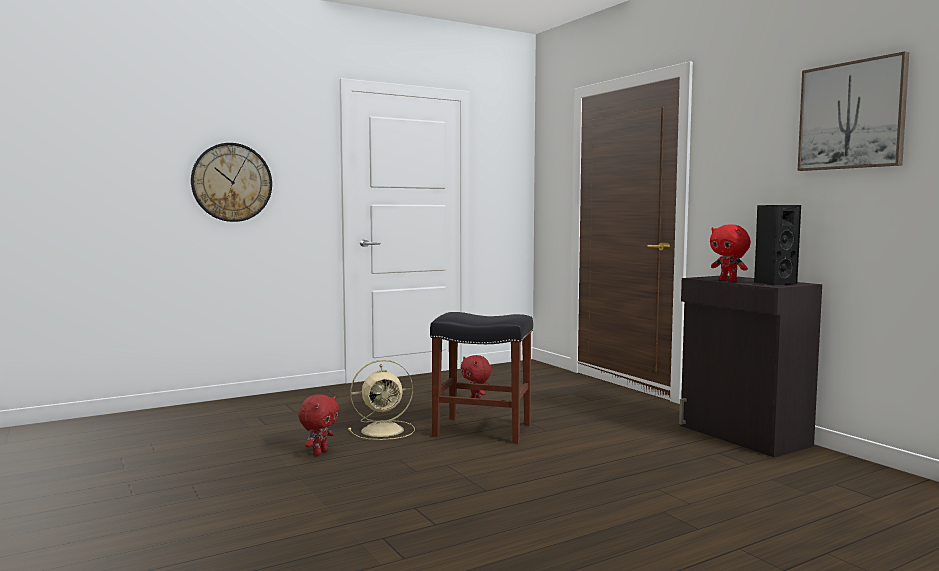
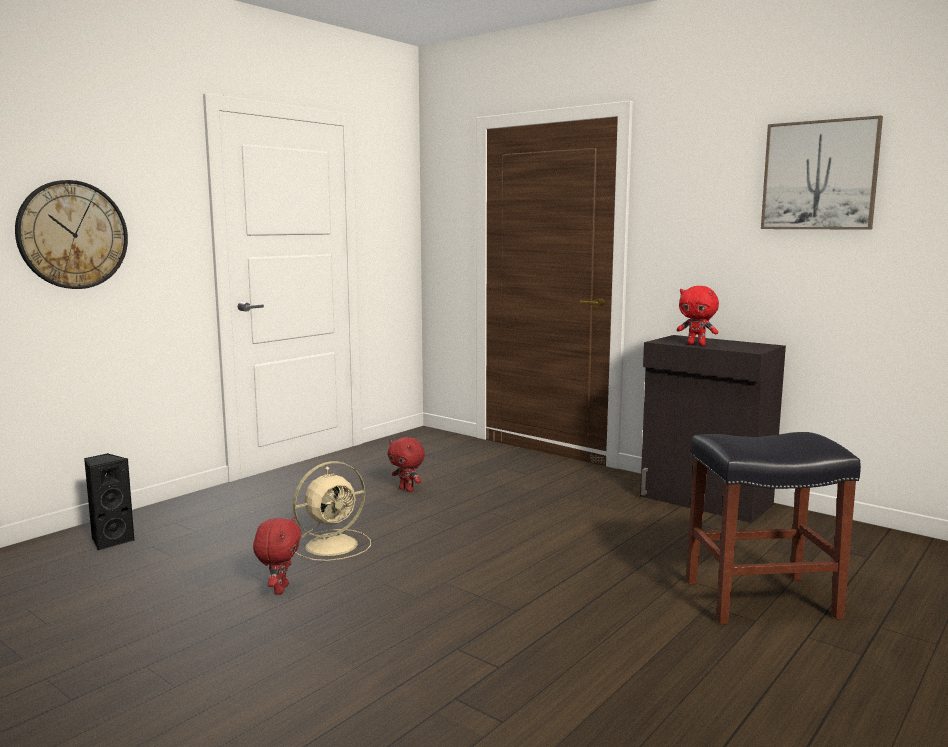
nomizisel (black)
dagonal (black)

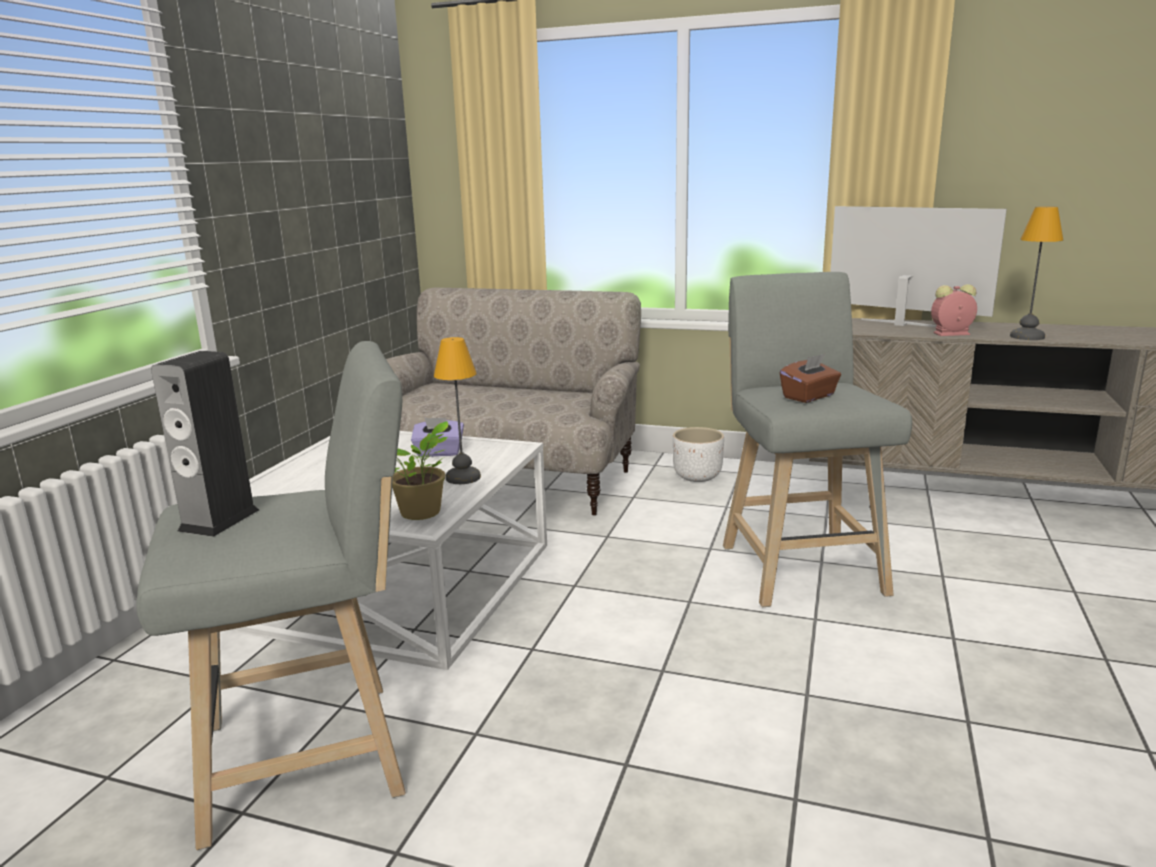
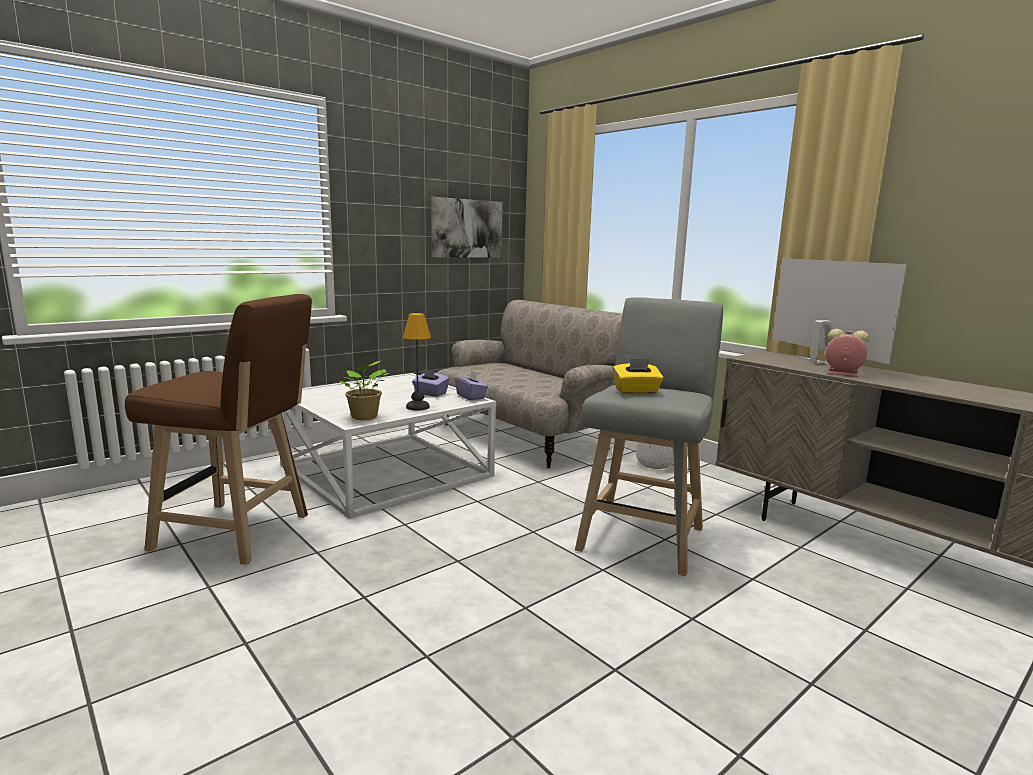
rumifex (no. 2 from left in the first image)
dagonal (brown)
nomizisel
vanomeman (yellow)
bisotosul
vanomeman (purple) (no. 2 from left)

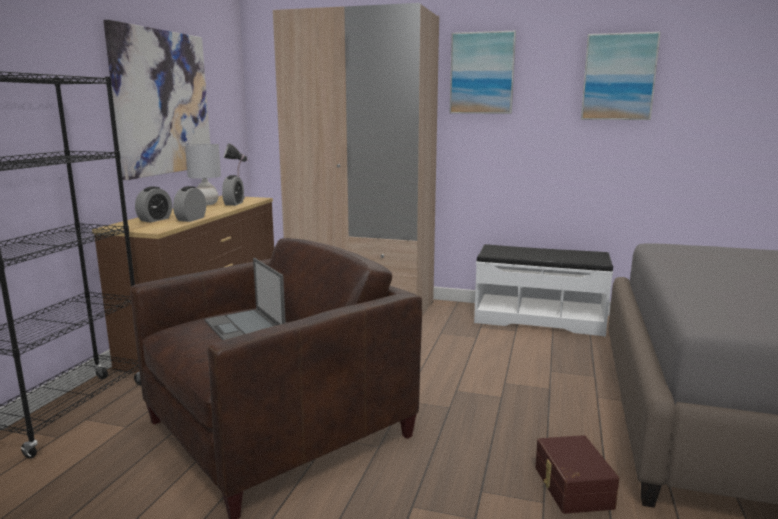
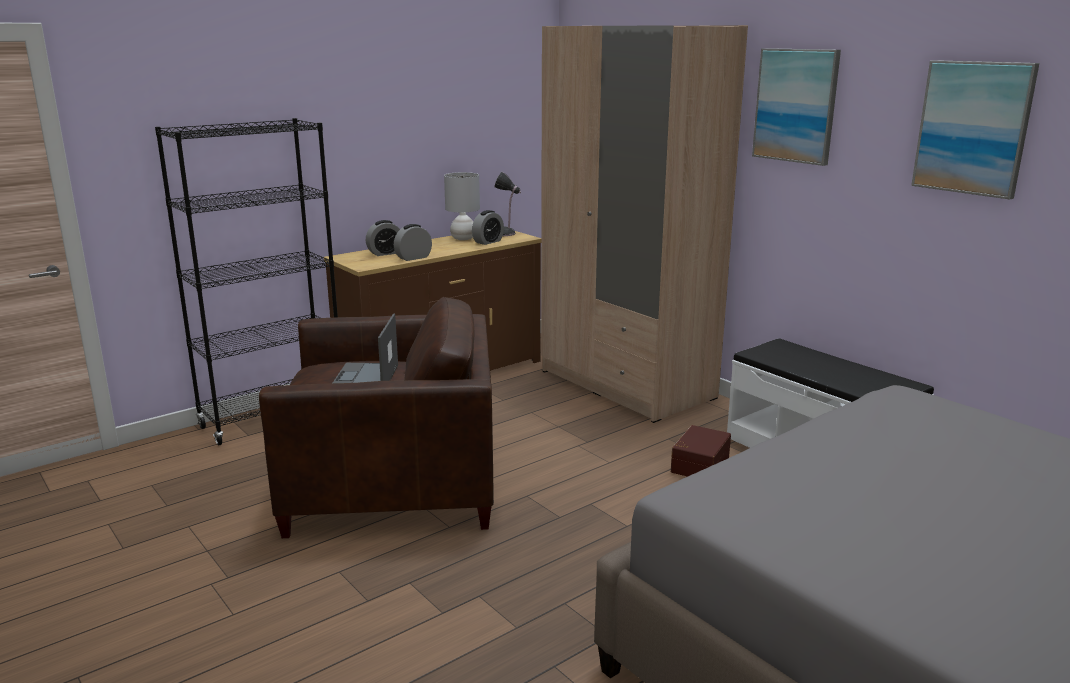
bisotosul (no. 1 from left in the first image)
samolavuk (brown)

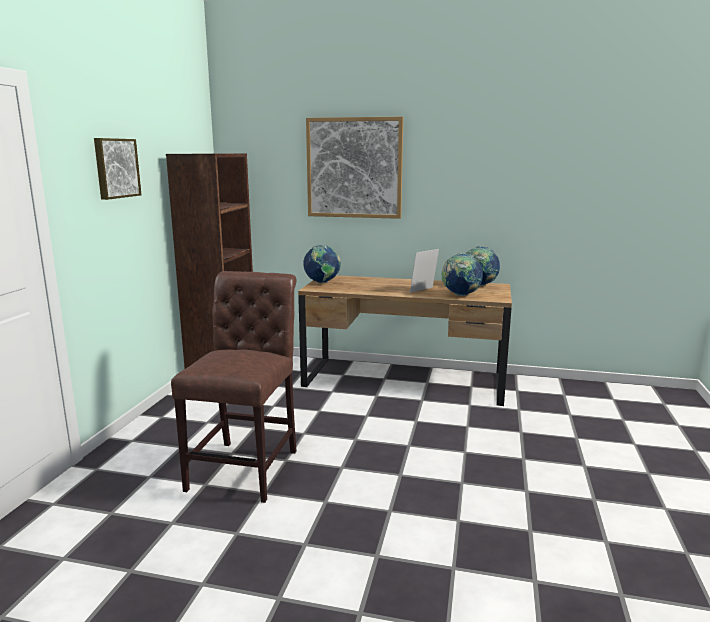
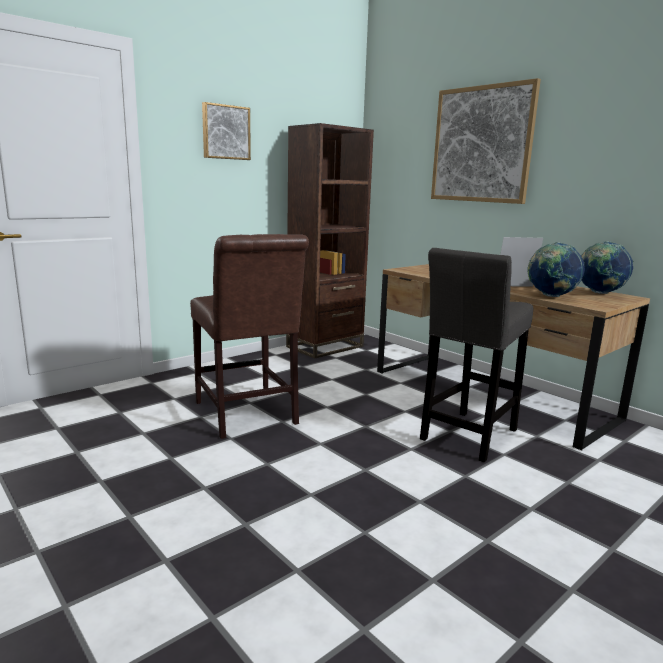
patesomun (no. 1 from left in the first image)
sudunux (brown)
dagonal (grey)

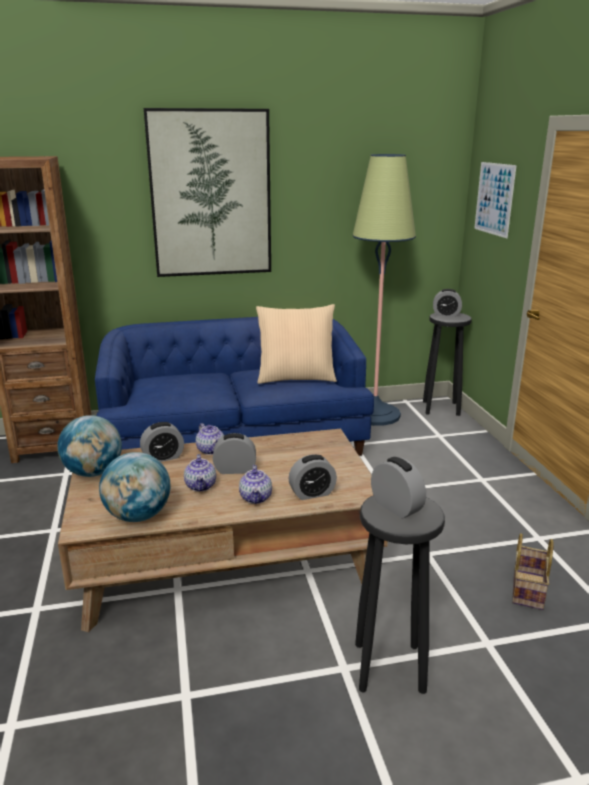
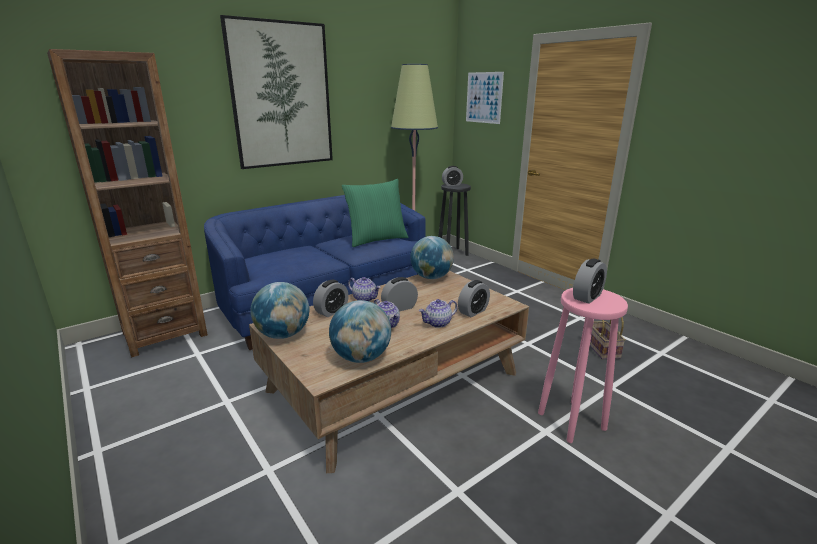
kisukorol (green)
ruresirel (no. 5 from left)
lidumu (no. 3 from left)
dagonal (pink)
patesomun (no. 3 from left)

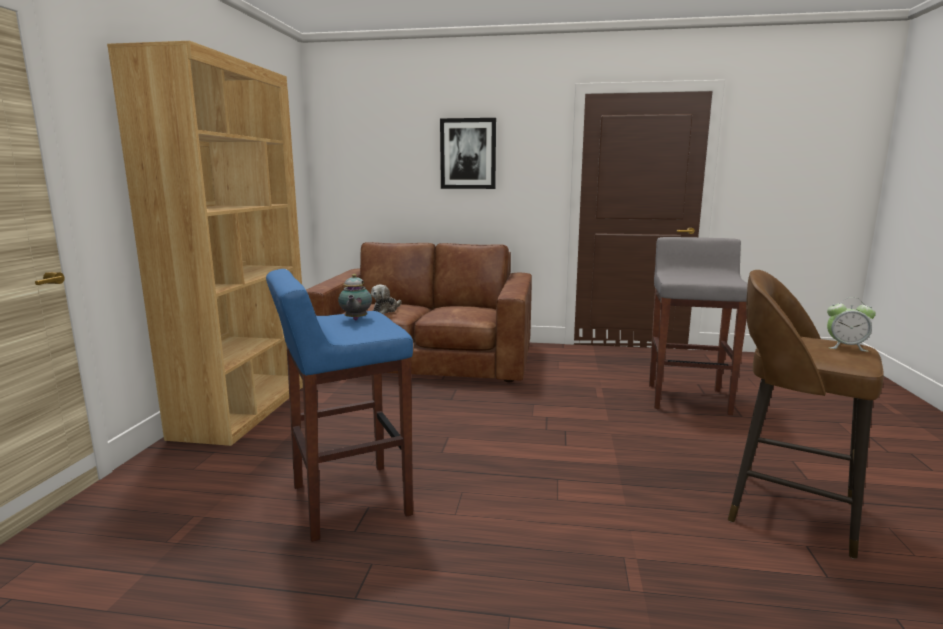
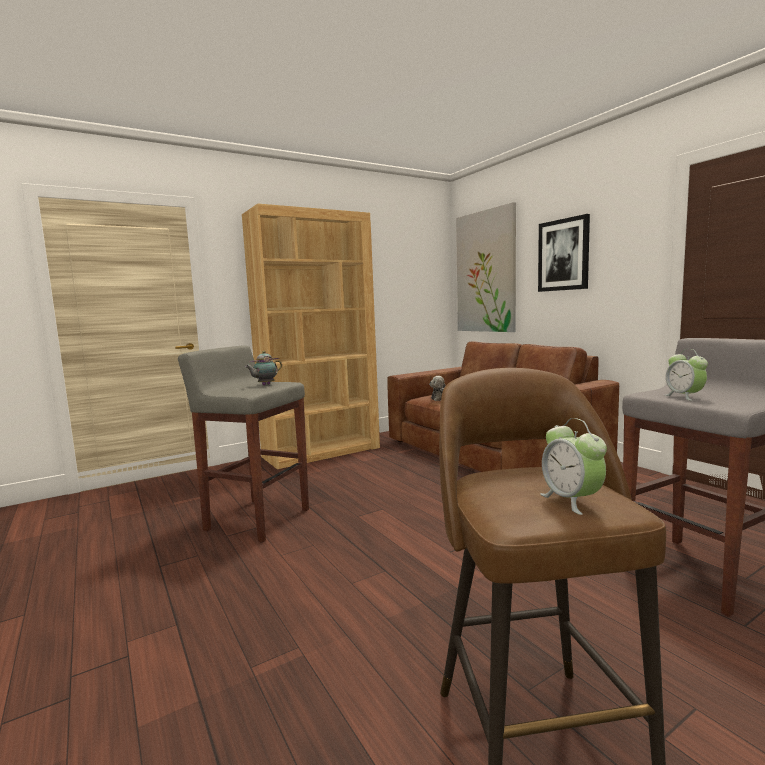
dagonal (grey) (no. 1 from left)
bisotosul (no. 1 from left)
ruresirel (no. 2 from left)

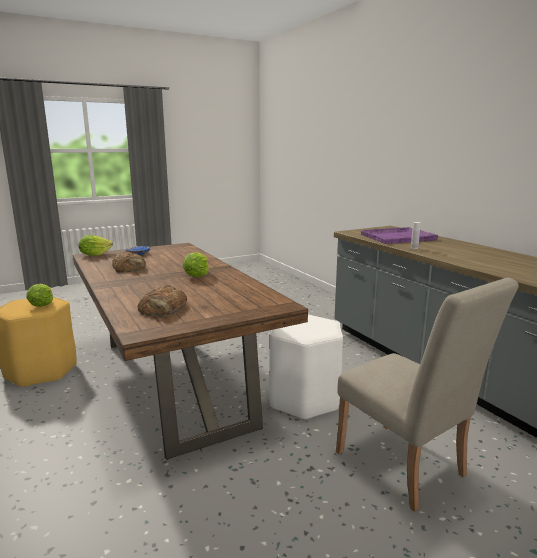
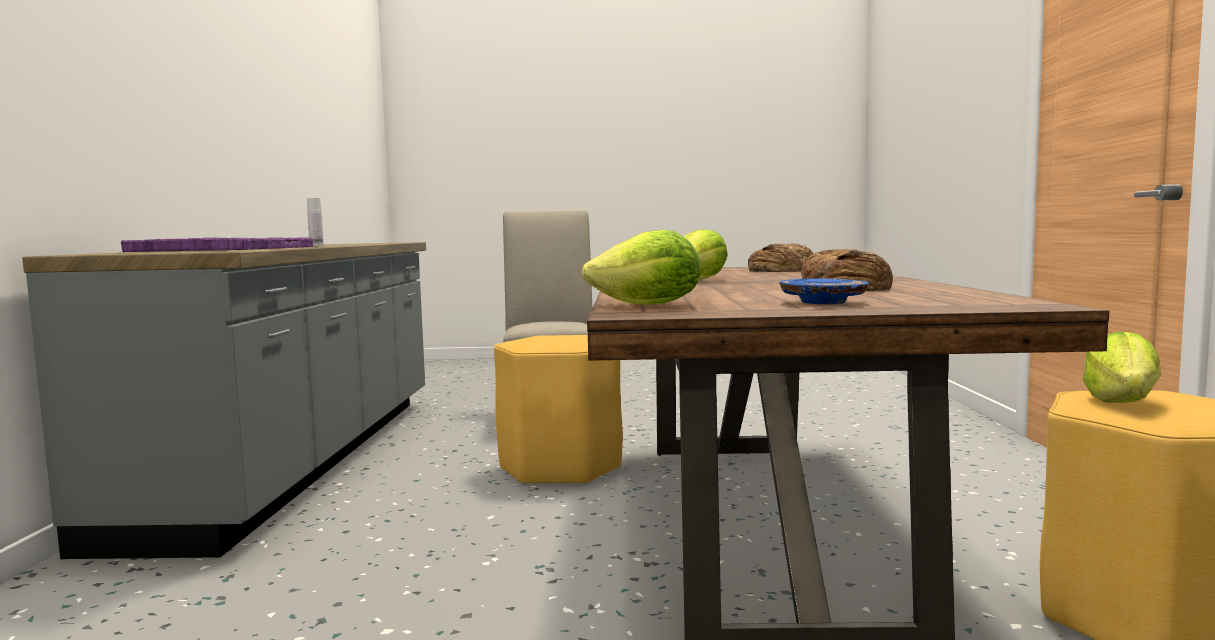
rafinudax (no. 1 from left)
dagonal (yellow) (no. 1 from left)

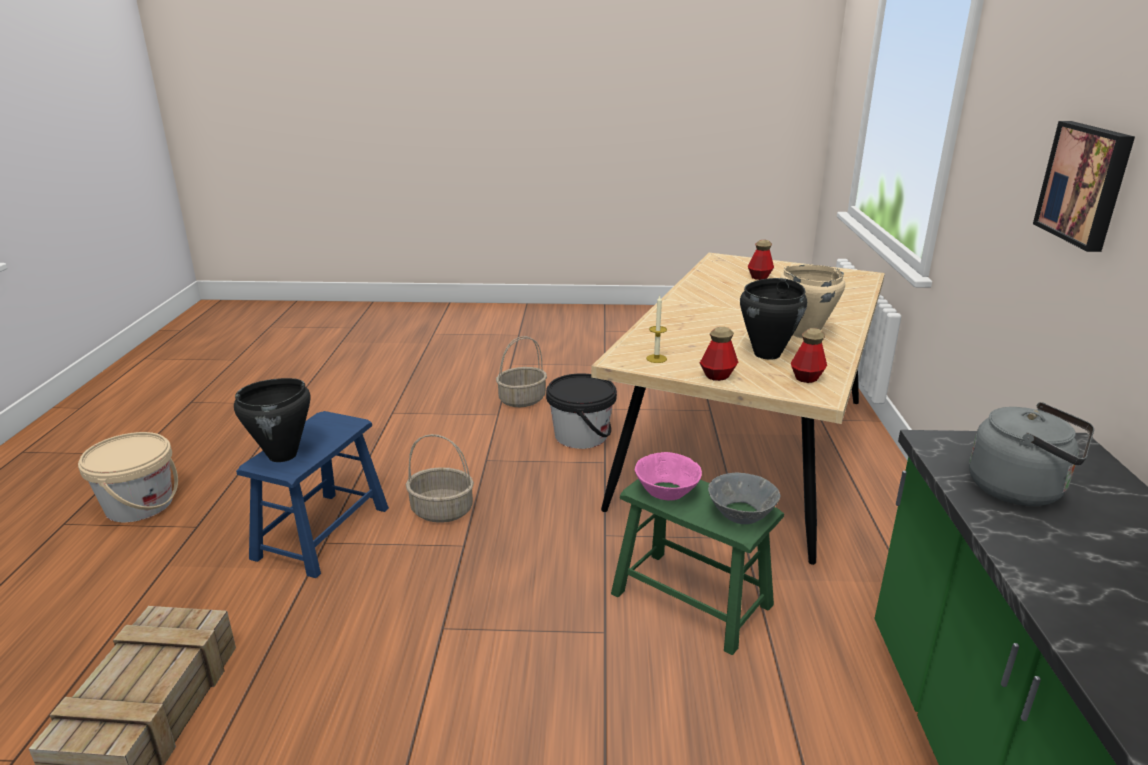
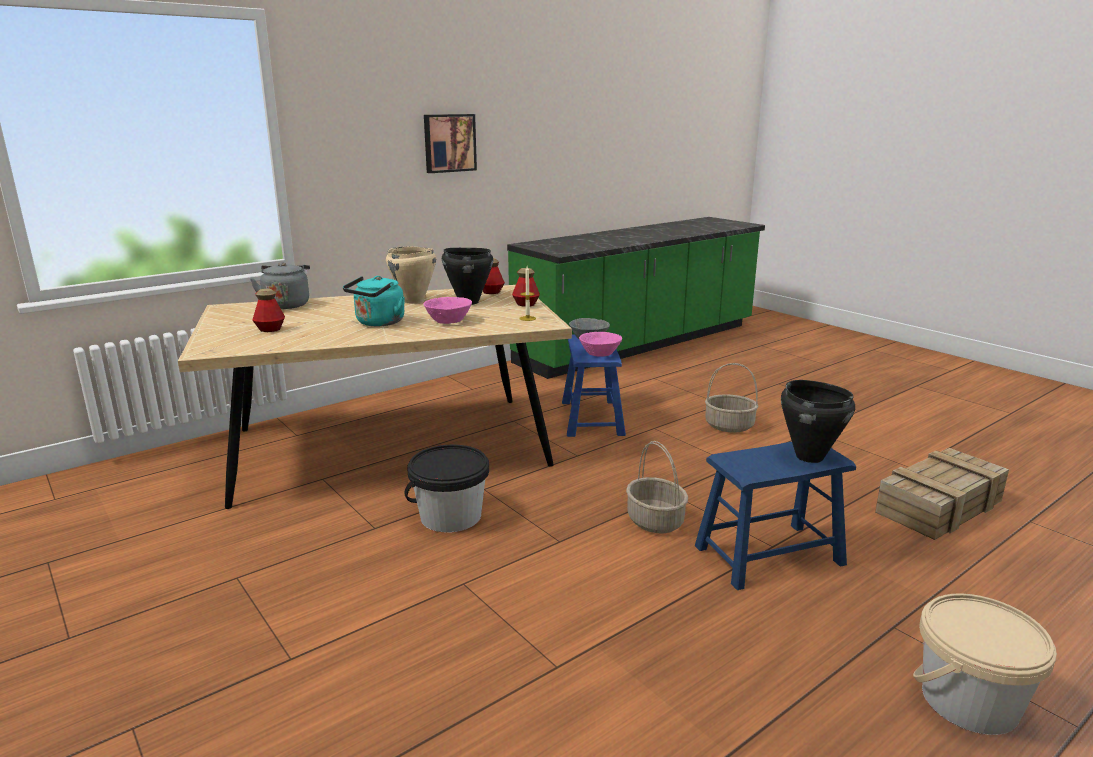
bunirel (no. 2 from left)
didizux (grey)
dagonal (blue) (no. 1 from left)
didizux (turquoise)
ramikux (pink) (no. 1 from left)

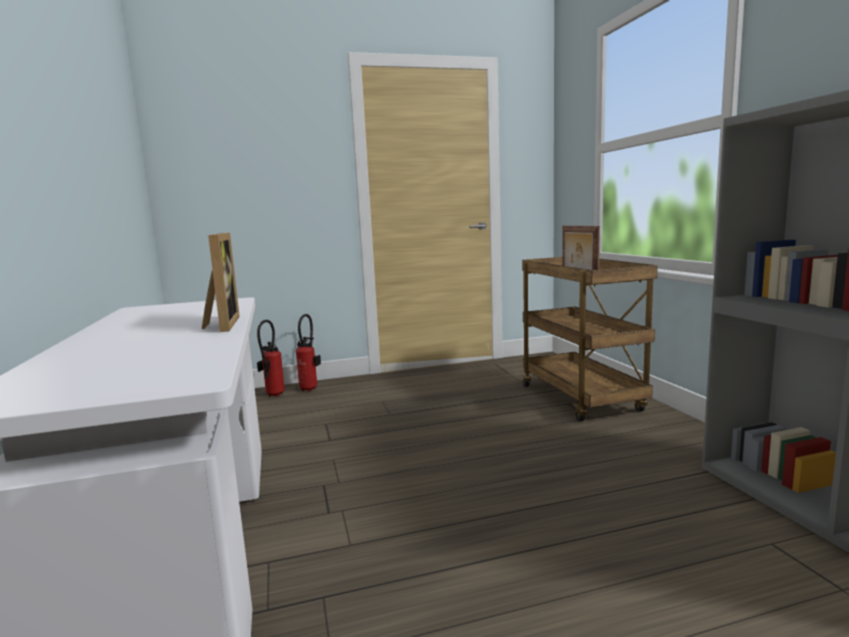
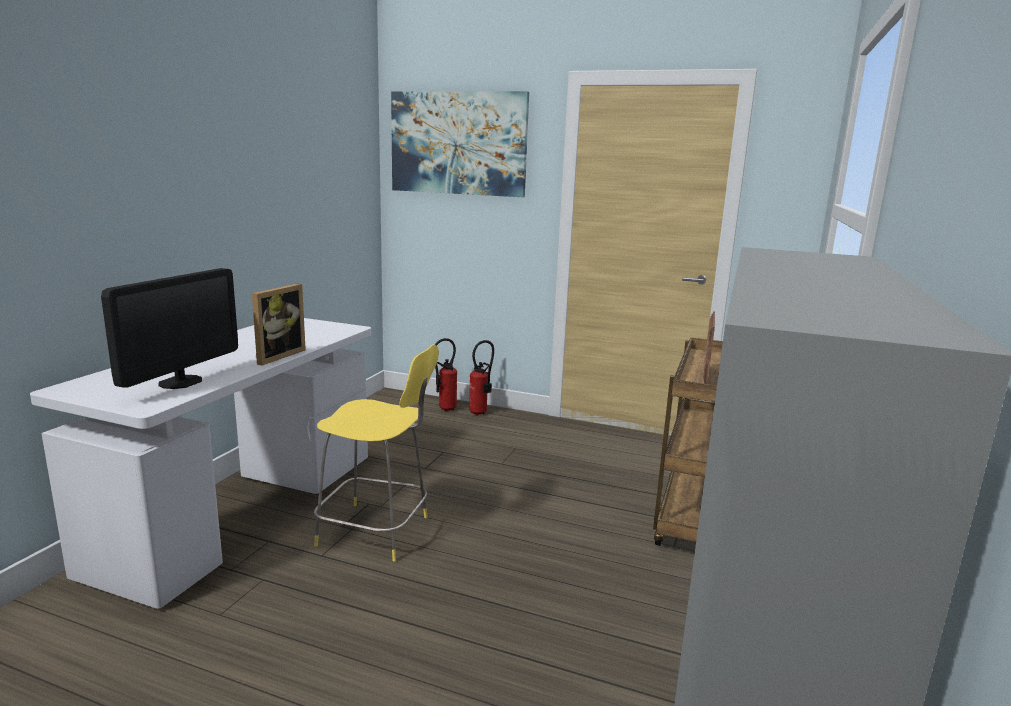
bisotosul
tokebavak
dagonal (yellow)

